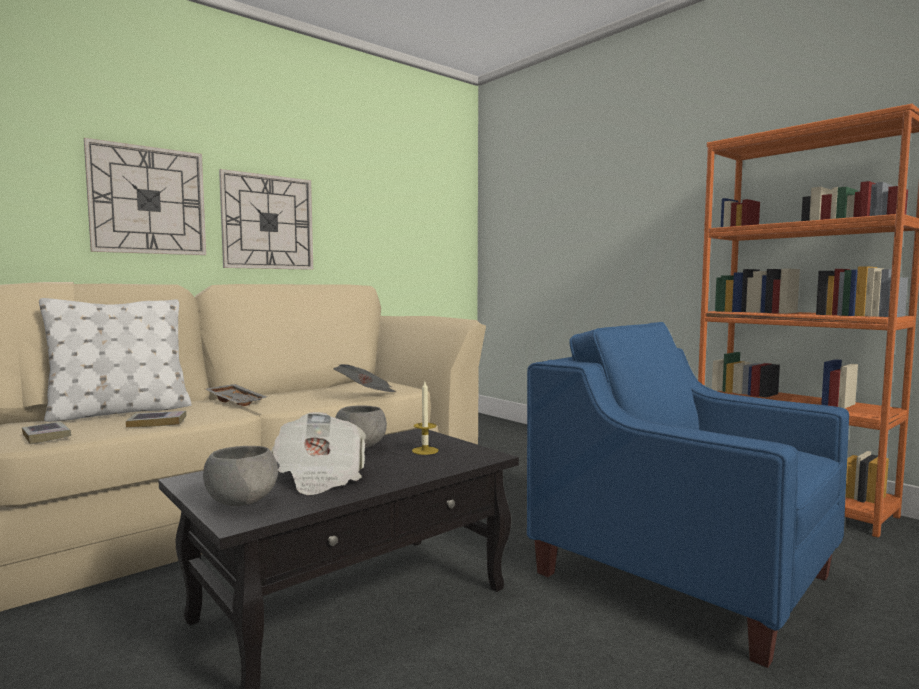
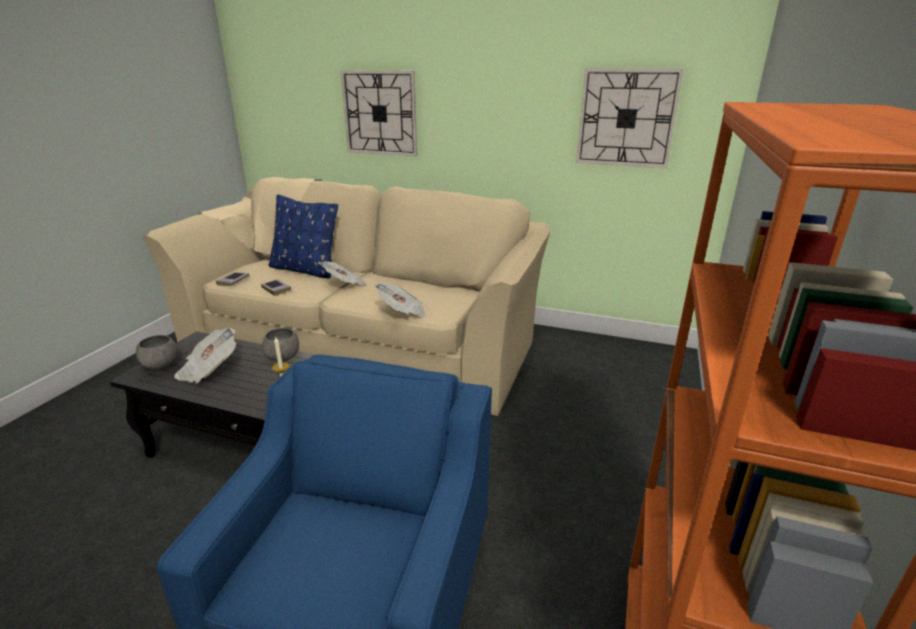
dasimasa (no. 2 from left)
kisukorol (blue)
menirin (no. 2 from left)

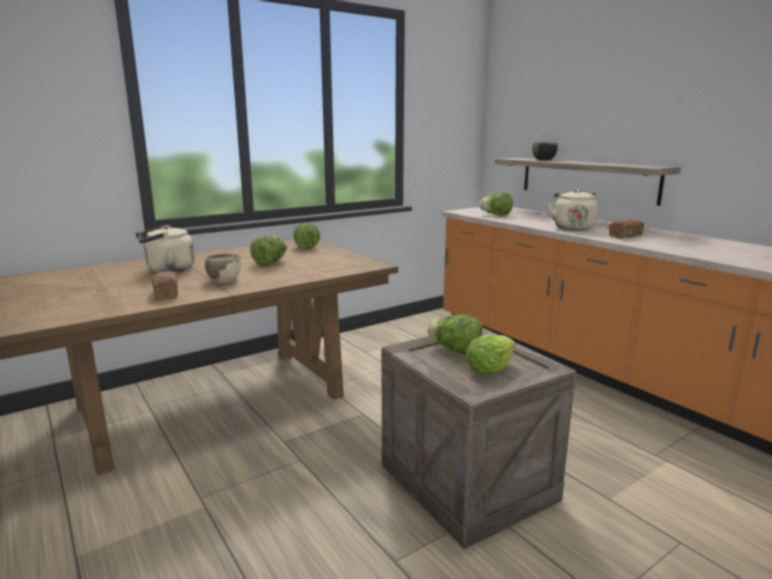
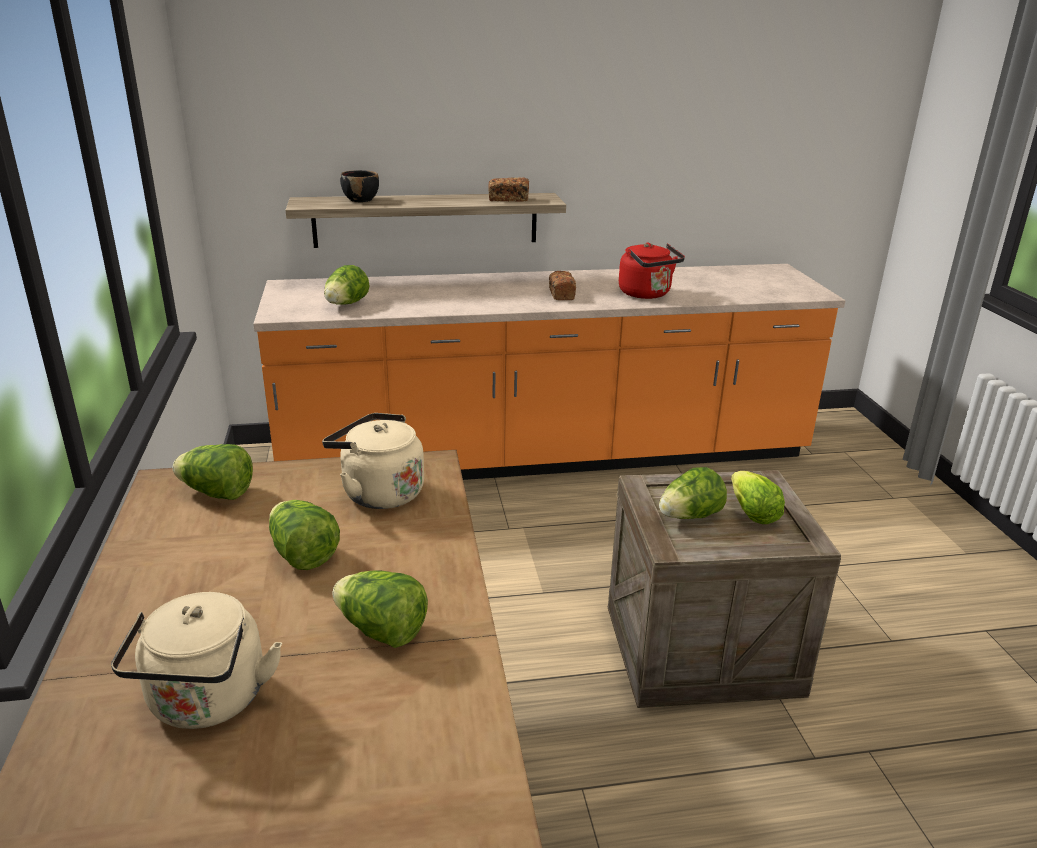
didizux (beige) (no. 2 from left)
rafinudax (no. 4 from left)
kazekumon (no. 1 from left)
didizux (red)

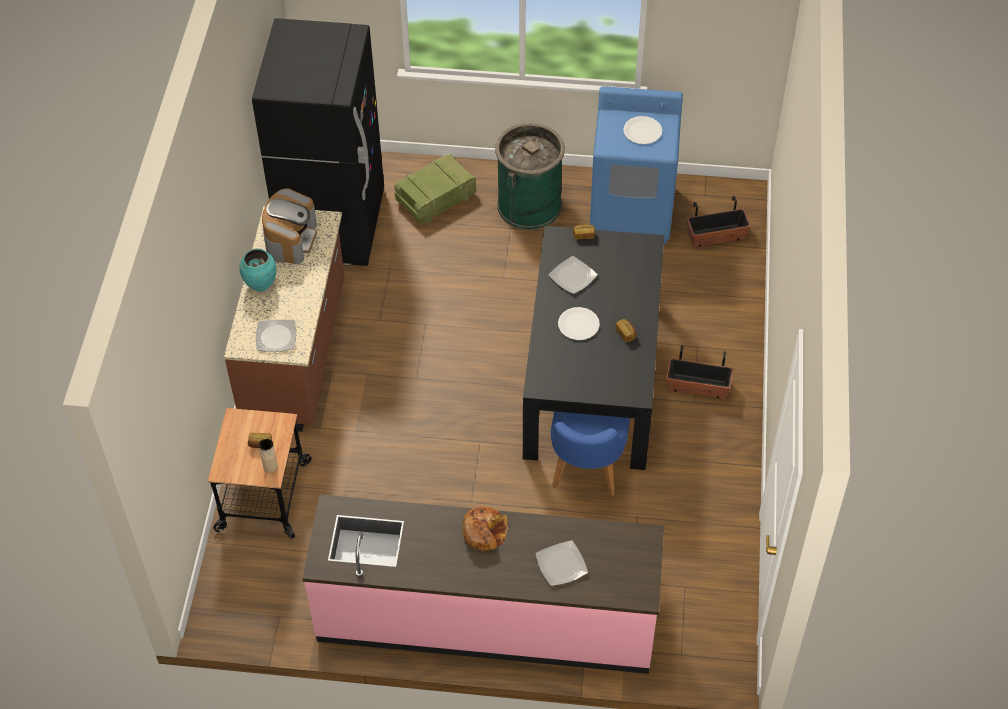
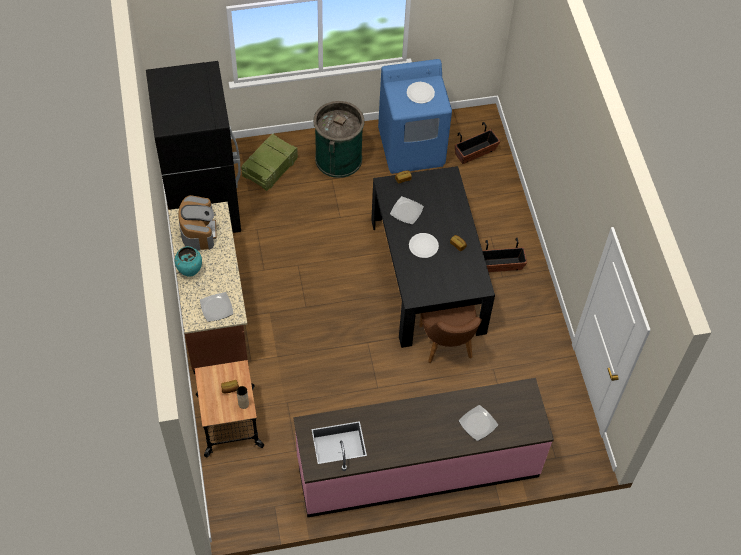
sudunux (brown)
kazekumon (no. 2 from left in the first image)

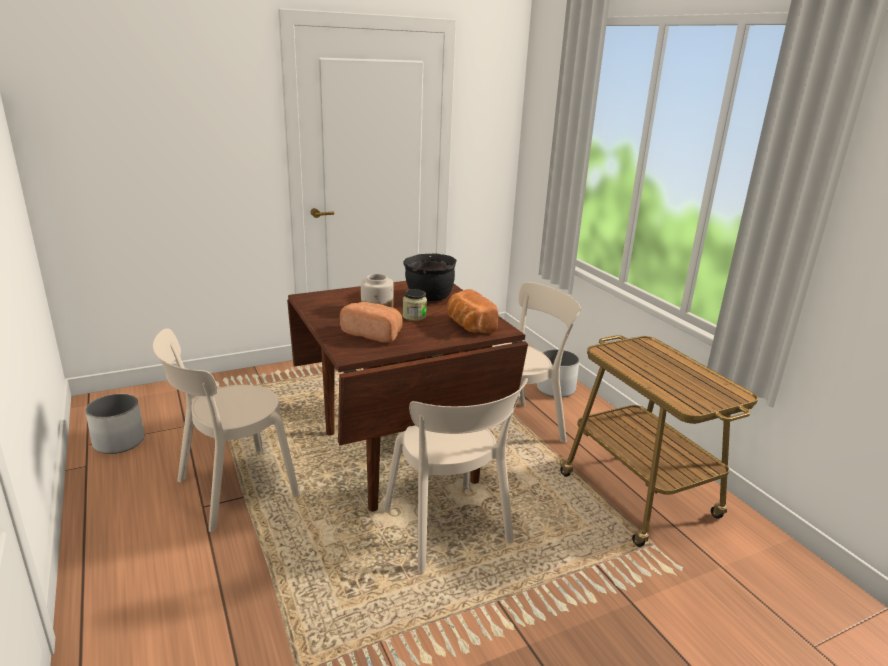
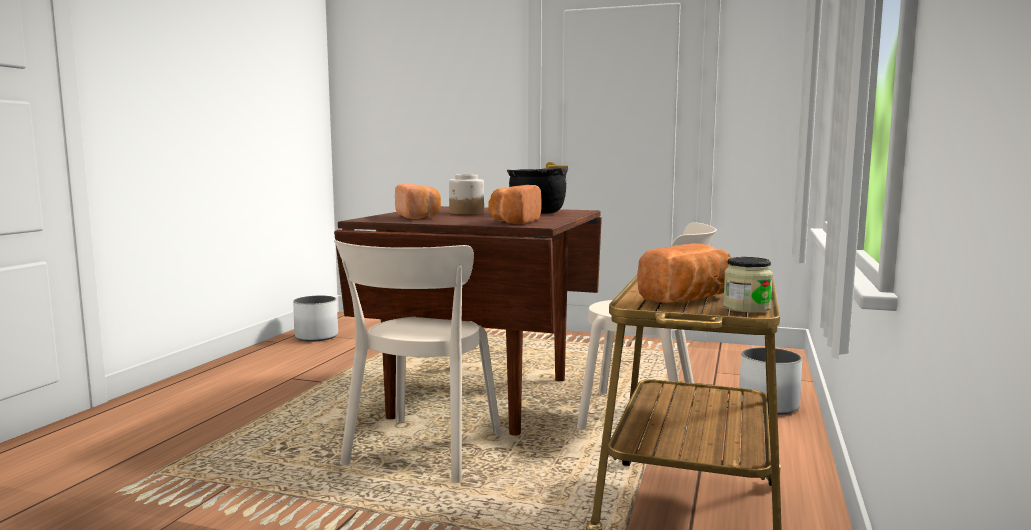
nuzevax (no. 2 from left)
sudunux (beige) (no. 1 from left in the first image)
kazekumon (no. 3 from left)

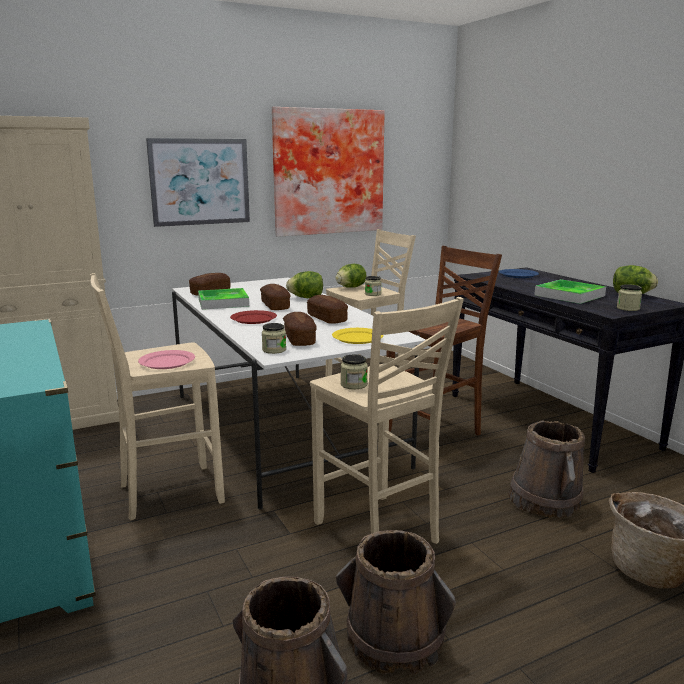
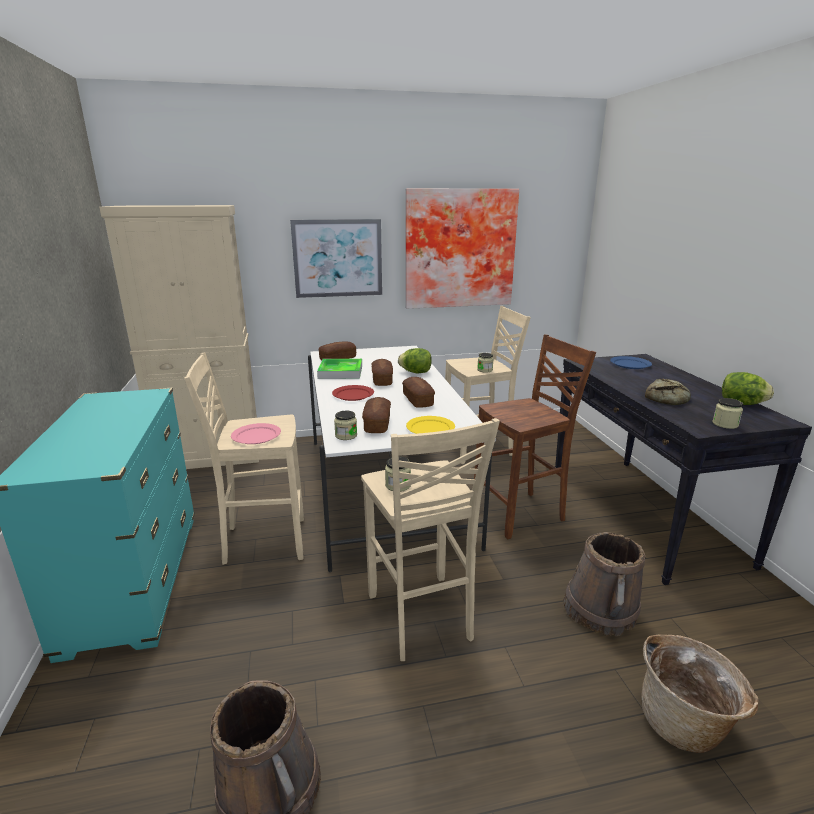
rafinudax (no. 2 from left in the first image)
kazekumon (no. 5 from left)
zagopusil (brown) (no. 2 from left in the first image)

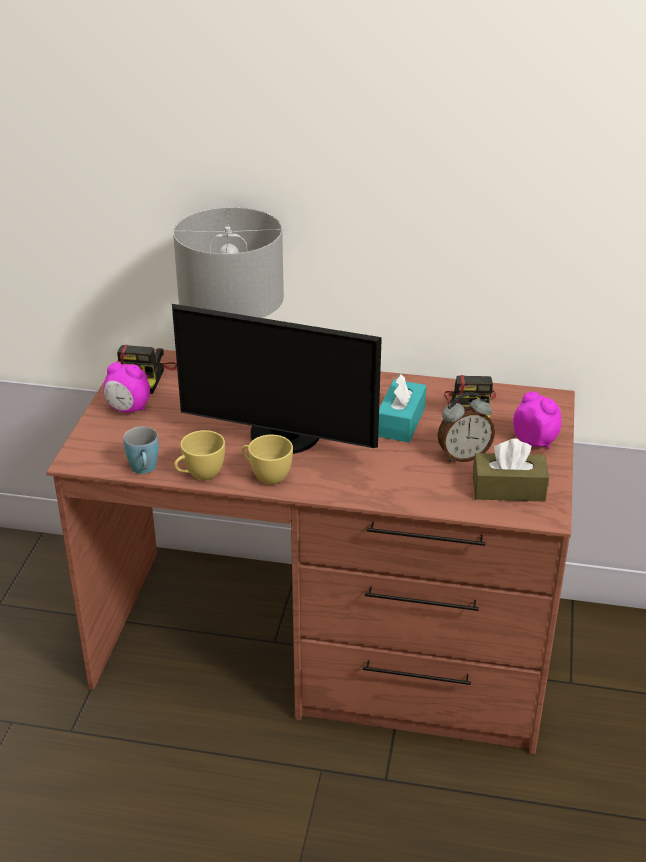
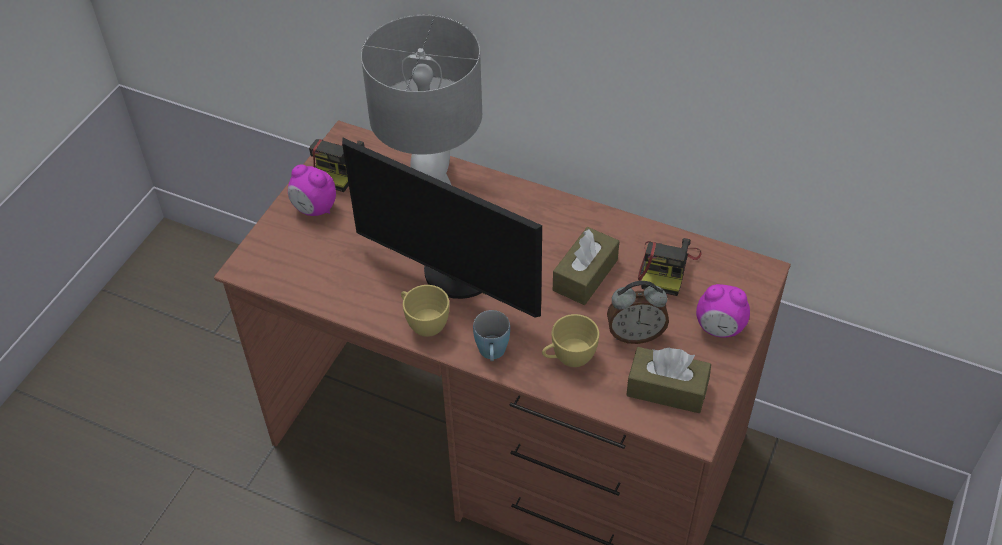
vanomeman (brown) (no. 1 from left)
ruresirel (no. 3 from left)
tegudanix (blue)
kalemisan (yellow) (no. 2 from left)

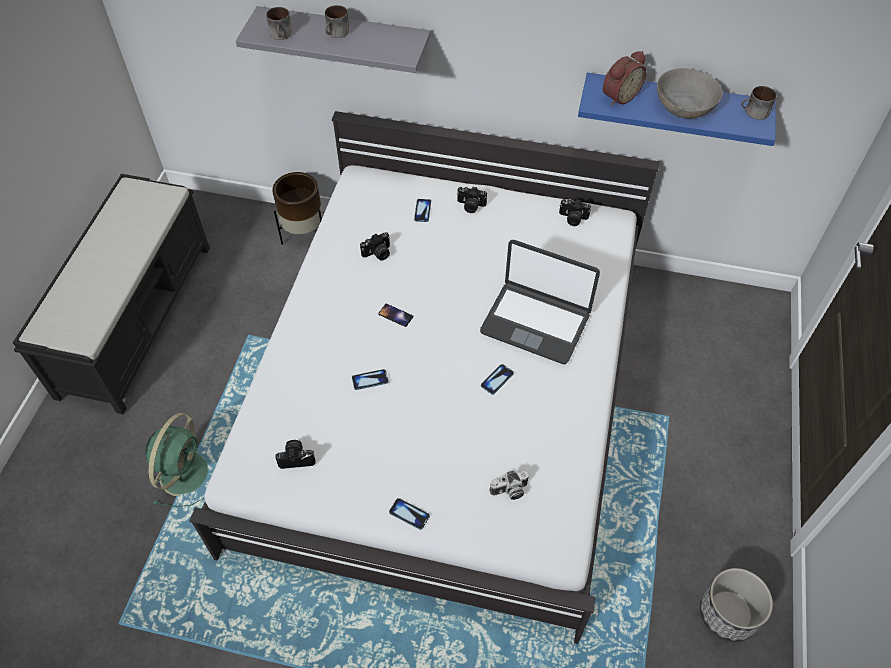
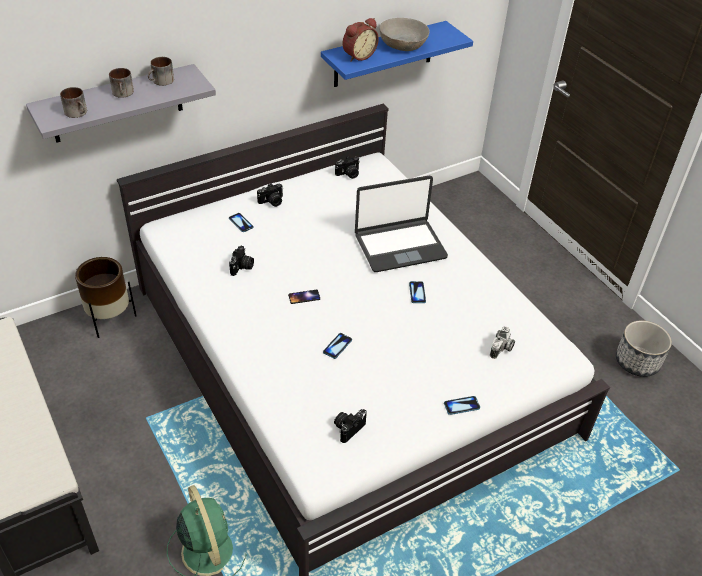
ruresirel
tegudanix (no. 3 from left)

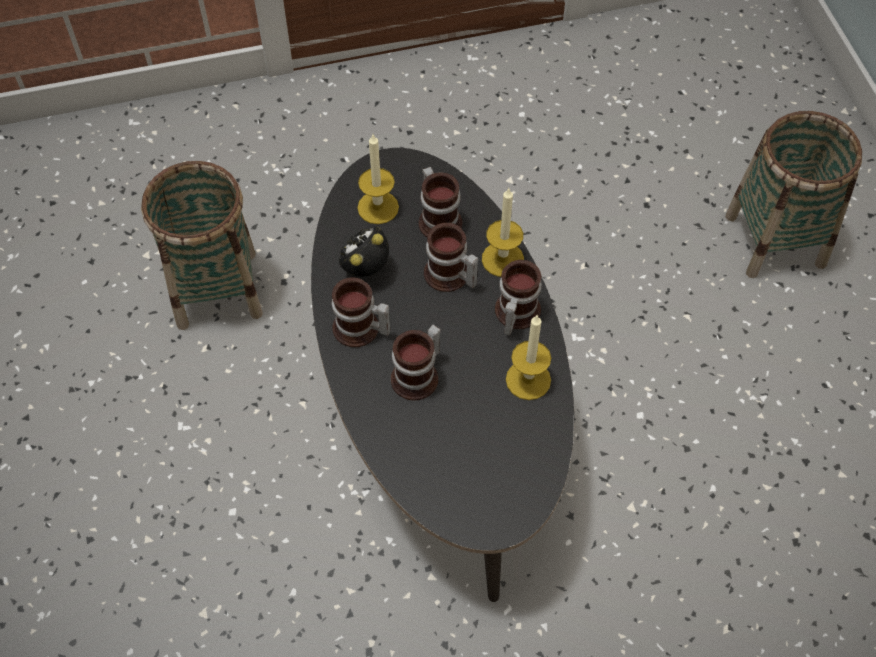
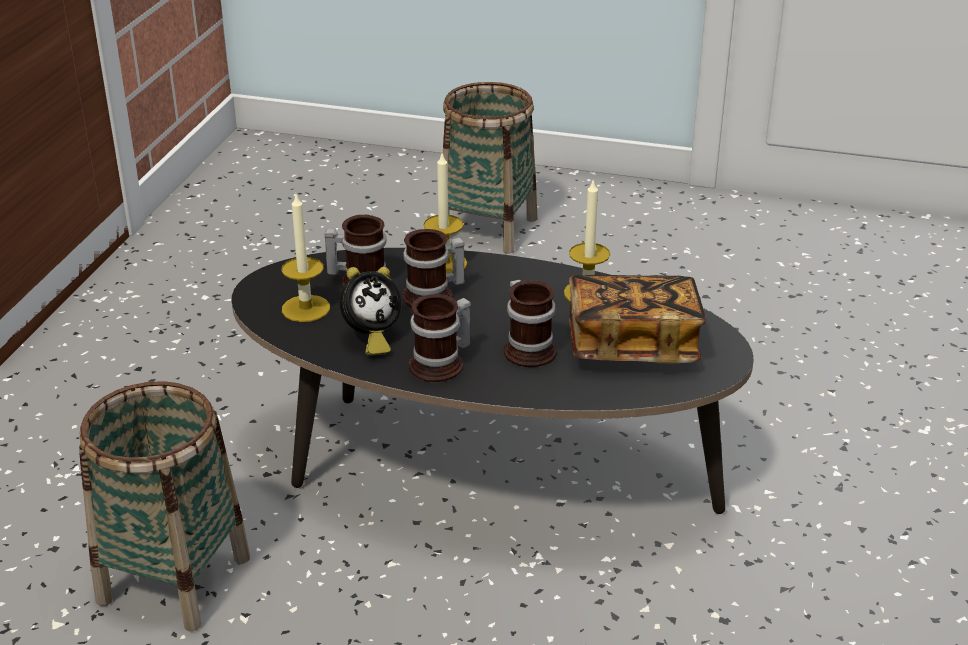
ruresirel
tegudanix (no. 5 from left in the first image)
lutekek

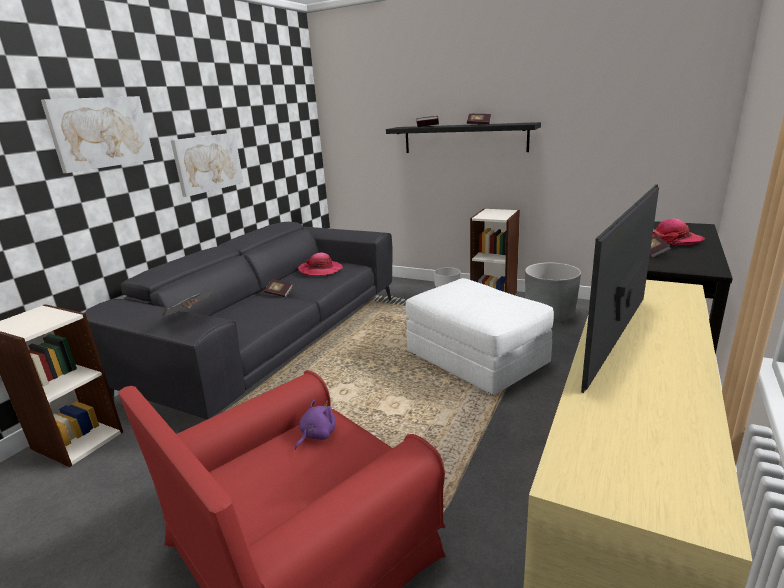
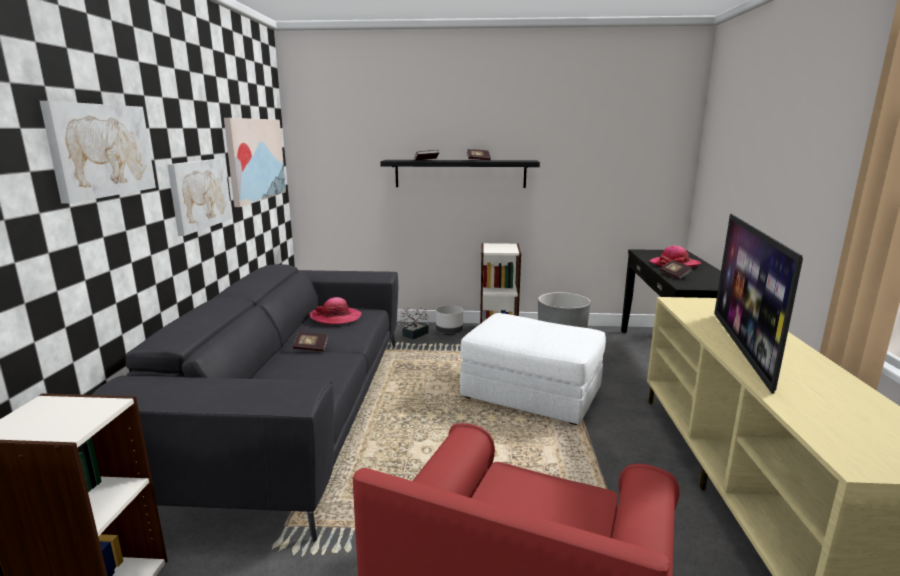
menirin
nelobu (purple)
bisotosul (no. 3 from left)
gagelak

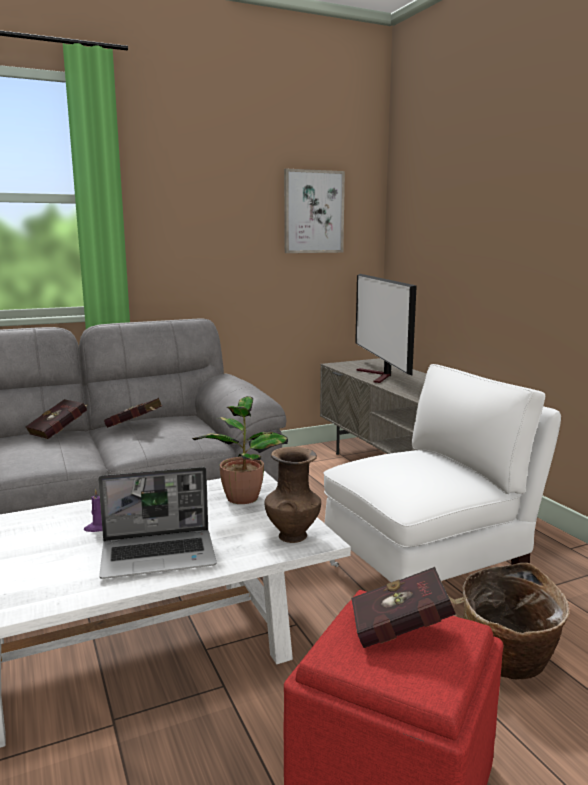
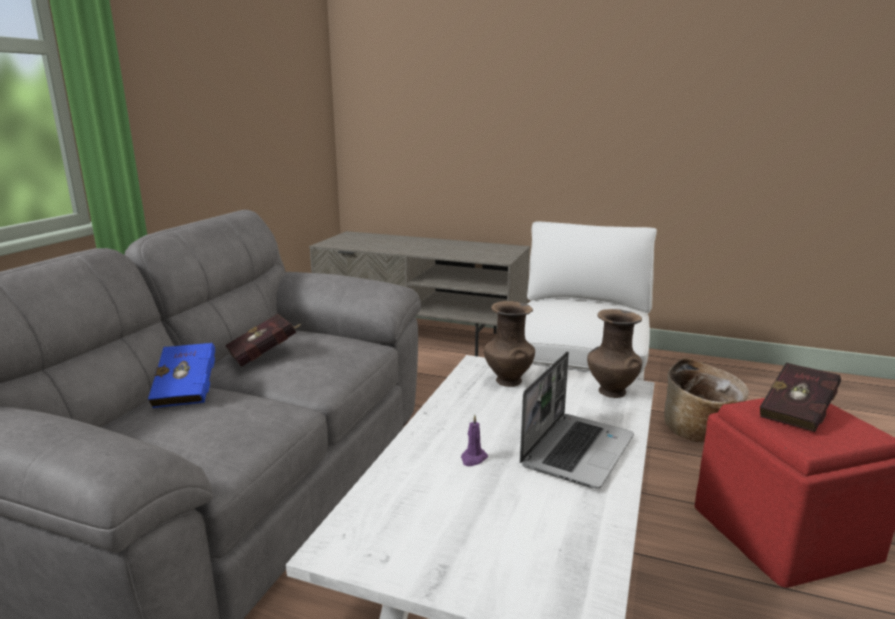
bisotosul
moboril
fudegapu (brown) (no. 1 from left)
lutekek (blue)

